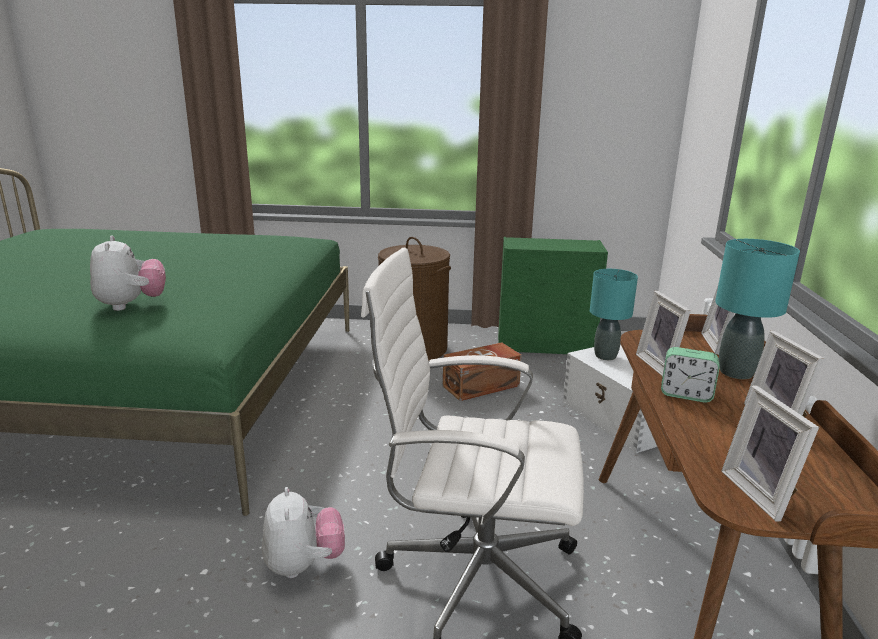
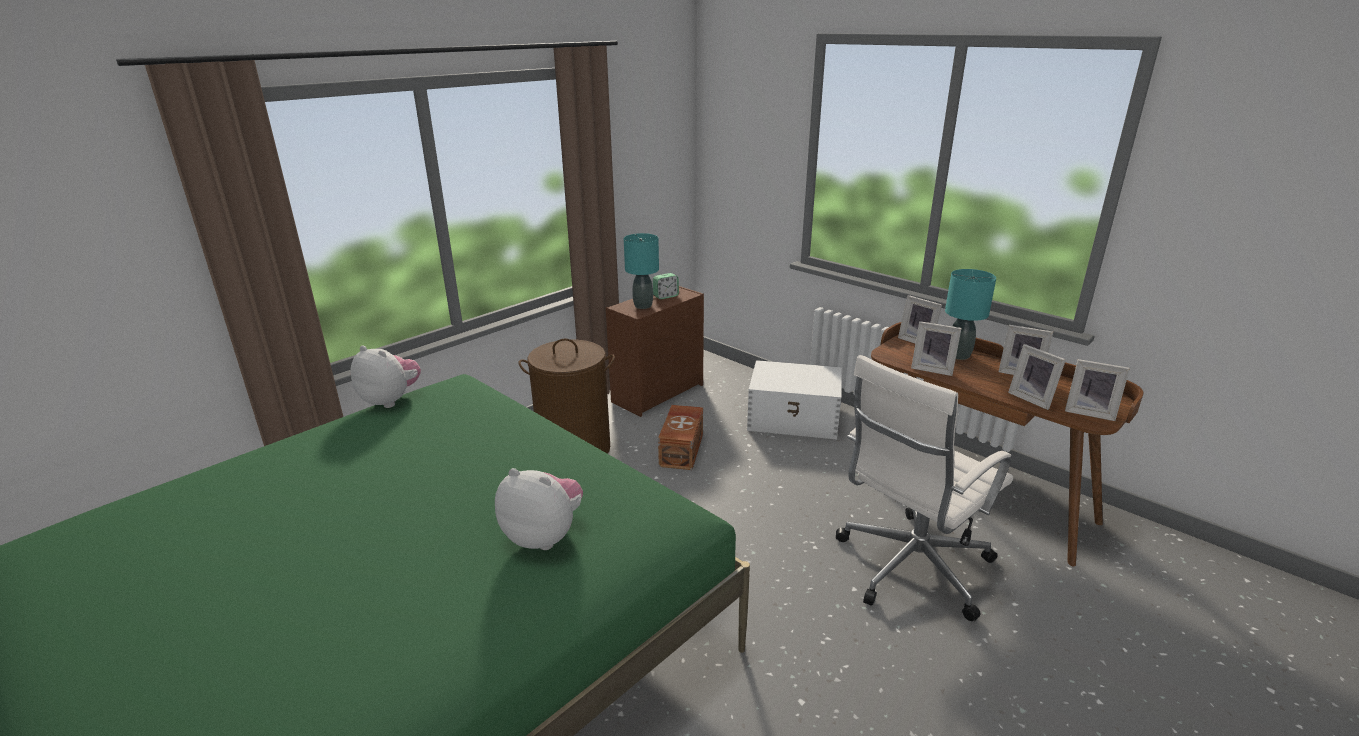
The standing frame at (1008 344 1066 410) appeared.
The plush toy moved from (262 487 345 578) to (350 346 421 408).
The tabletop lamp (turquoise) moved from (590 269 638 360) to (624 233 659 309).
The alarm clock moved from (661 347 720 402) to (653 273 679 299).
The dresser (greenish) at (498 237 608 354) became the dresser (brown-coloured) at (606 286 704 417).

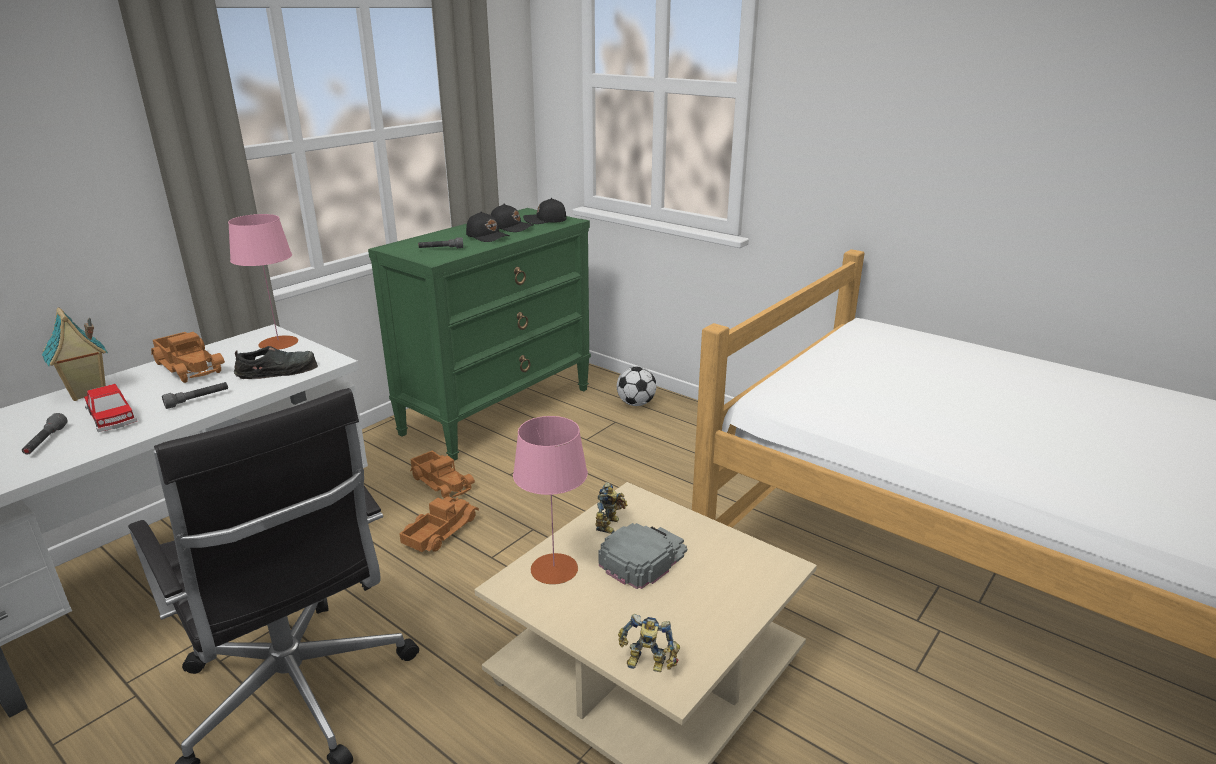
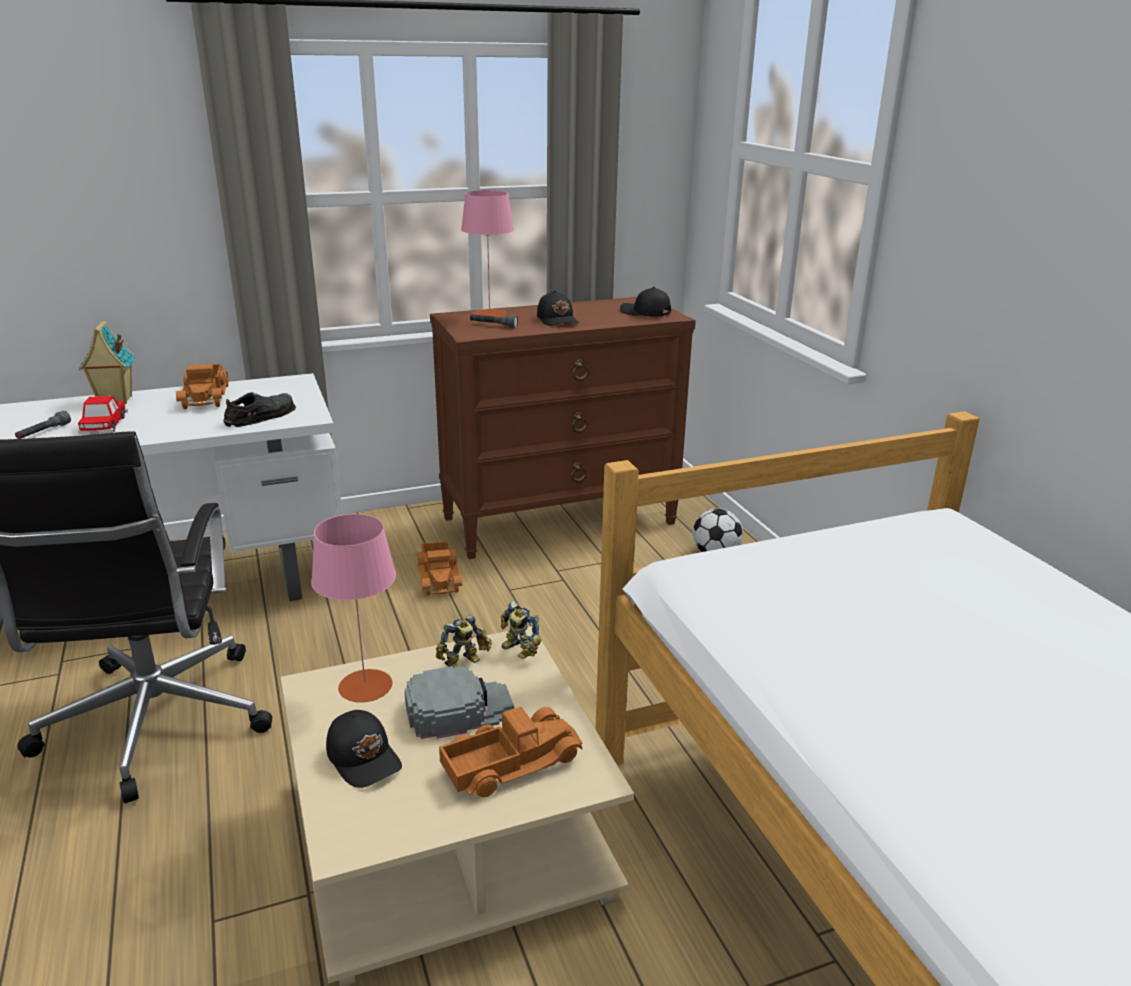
The flashlight (grey) at (162 382 228 409) disappeared.
The tabletop lamp (pink-coloured) moved from (228 214 298 350) to (461 190 514 317).
The model truck moved from (399 496 479 552) to (439 707 582 797).
The cap (black-coloured) moved from (491 204 534 232) to (326 710 402 788).
The robot figure moved from (618 614 680 672) to (501 601 542 659).
The dresser (greenish) at (368 208 591 461) became the dresser (brown-coloured) at (430 297 696 559).
The shoe (black-coloured) at (234 346 318 379) turned 60 degrees counterclockwise.

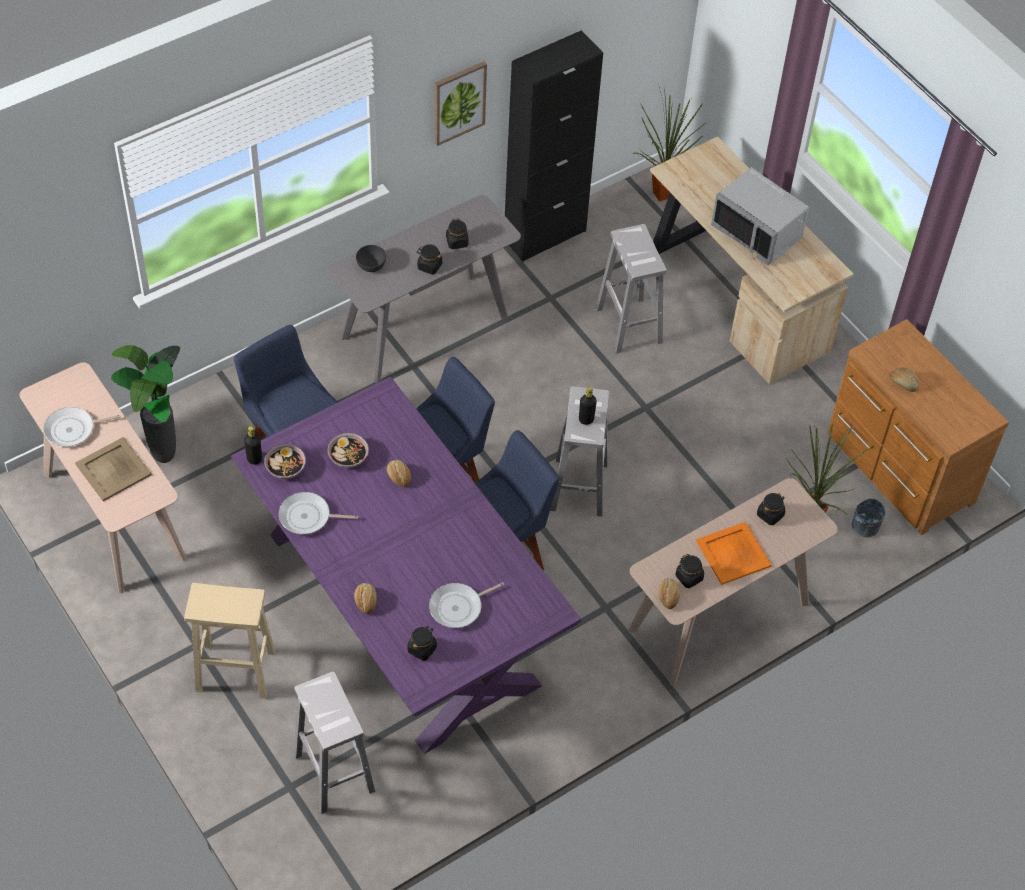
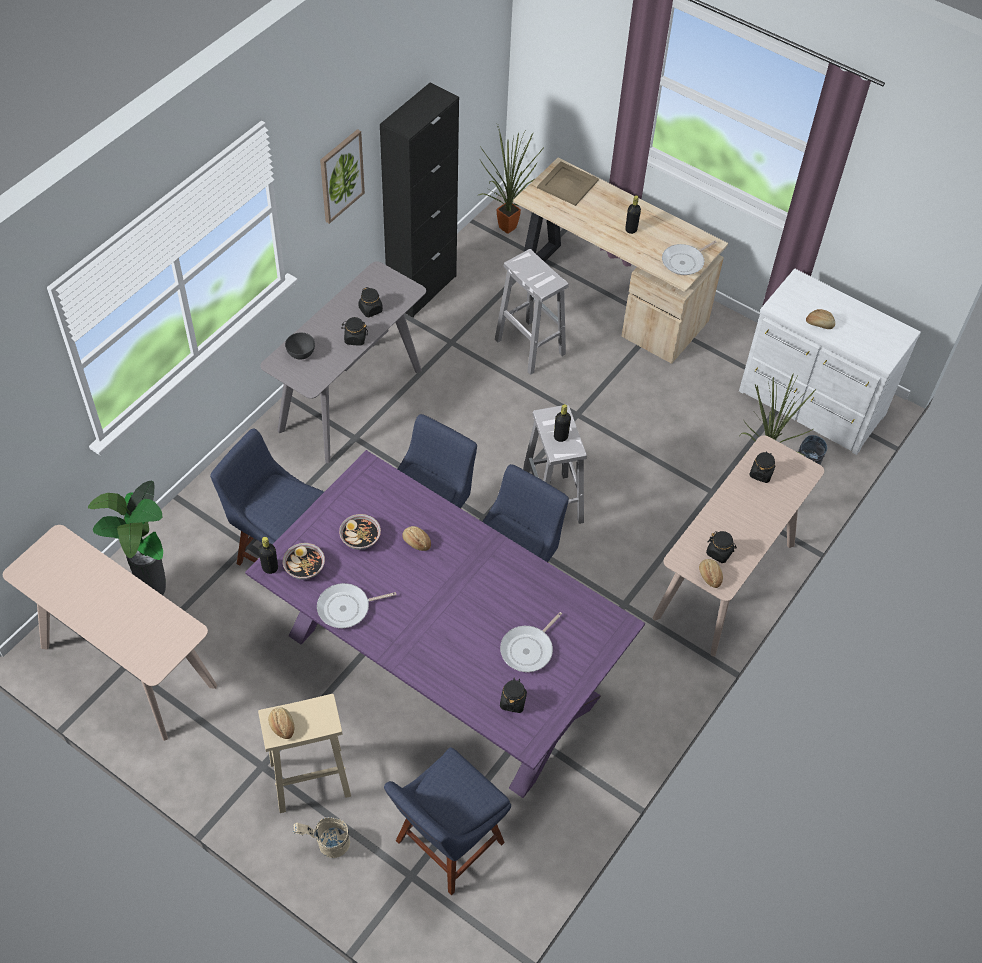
The serving tray (orangey) at (696 522 772 585) disappeared.
The pail (sand-coloured) at (293 817 350 858) appeared.
The frying pan moved from (43 407 121 447) to (662 241 716 275).
The serving tray (sand-coloured) moved from (75 437 152 501) to (537 161 599 206).
The baked bread moved from (354 583 377 614) to (268 707 294 739).
The sitting stool (white) at (294 671 375 814) was replaced by the plain chair (blue) at (384 747 511 895).
The microwave (grey) at (711 167 809 265) was replaced by the bottle (black-coloured) at (625 195 641 234).
The dresser (brown-coloured) at (827 319 1009 535) became the dresser (white) at (739 268 921 455).

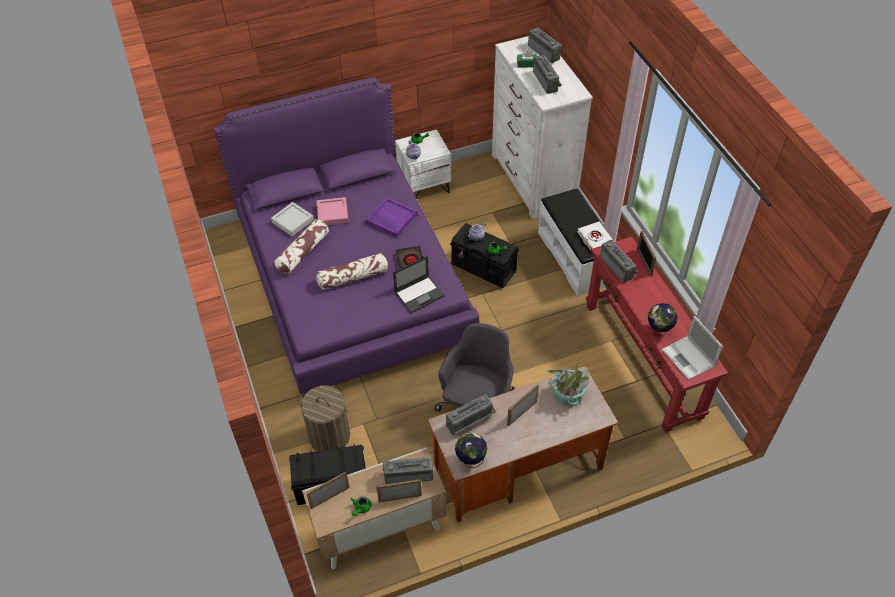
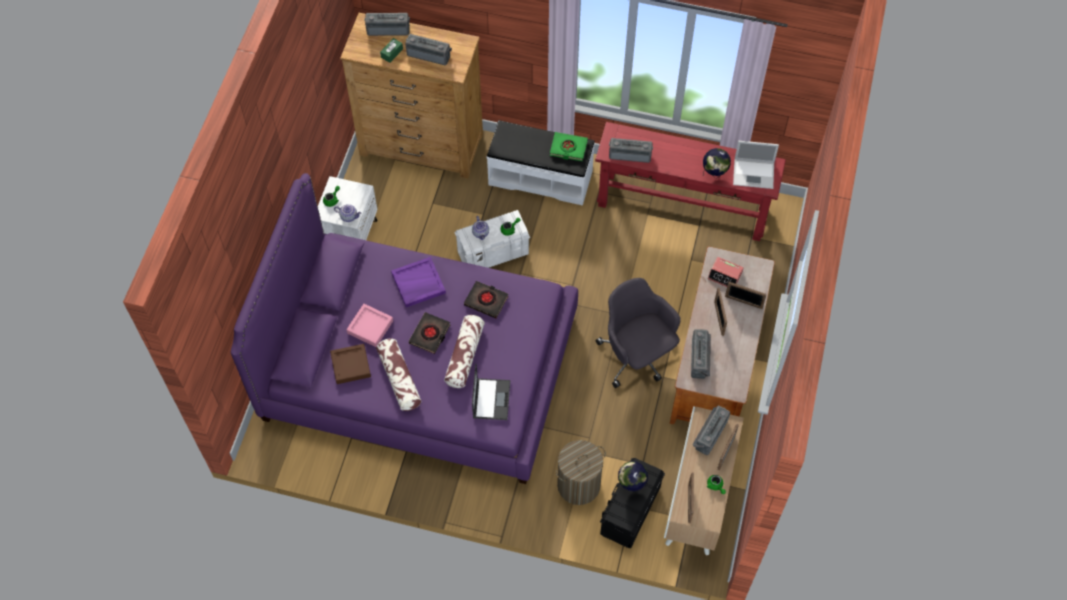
The book (black-coloured) at (409 312 451 354) appeared.
The notebook computer moved from (393 256 445 313) to (472 364 510 420).
The globe moved from (455 432 487 468) to (618 461 648 491).
The standing frame moved from (637 231 656 275) to (725 282 767 309).
The houseplant at (546 362 590 406) was replaced by the alarm clock at (708 257 744 287).
The serving tray (grey) at (271 202 314 236) became the serving tray (brown-coloured) at (330 344 371 384).
The storage bin (black-coloured) at (450 223 519 288) became the storage bin (white) at (454 210 530 268).
The dresser (white) at (492 36 593 219) became the dresser (brown-coloured) at (340 13 483 178).
The book (white) at (577 222 614 250) became the book (greenish) at (550 132 588 161).

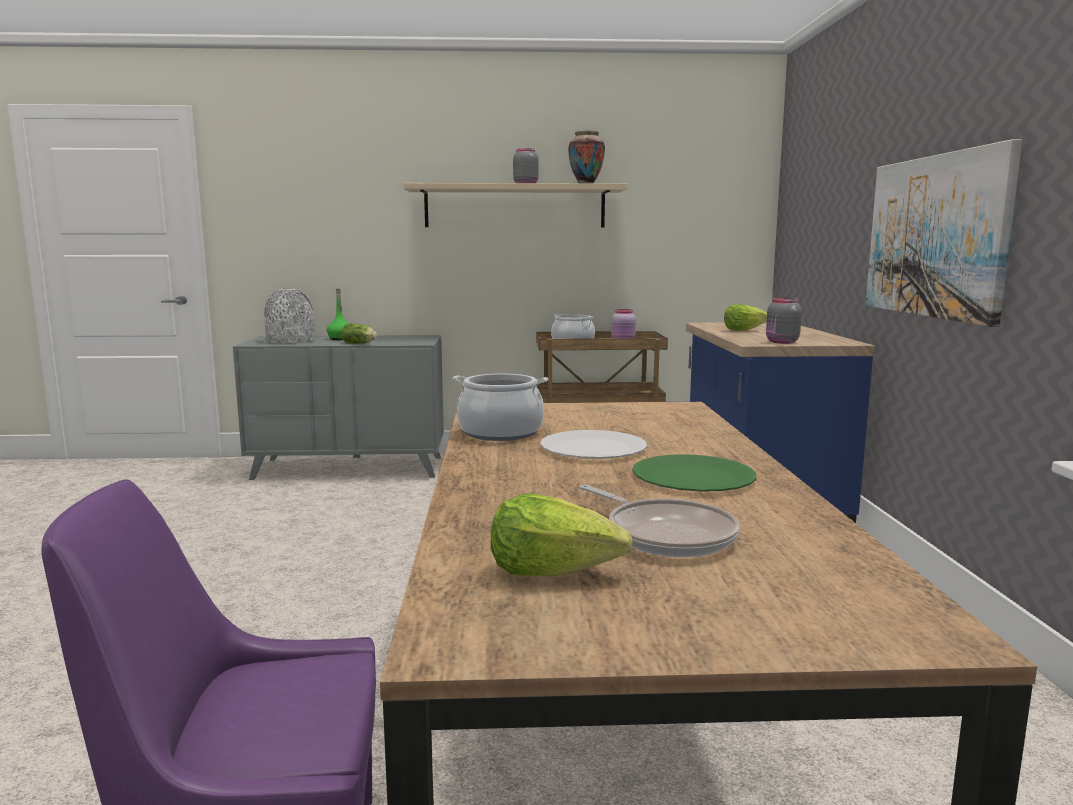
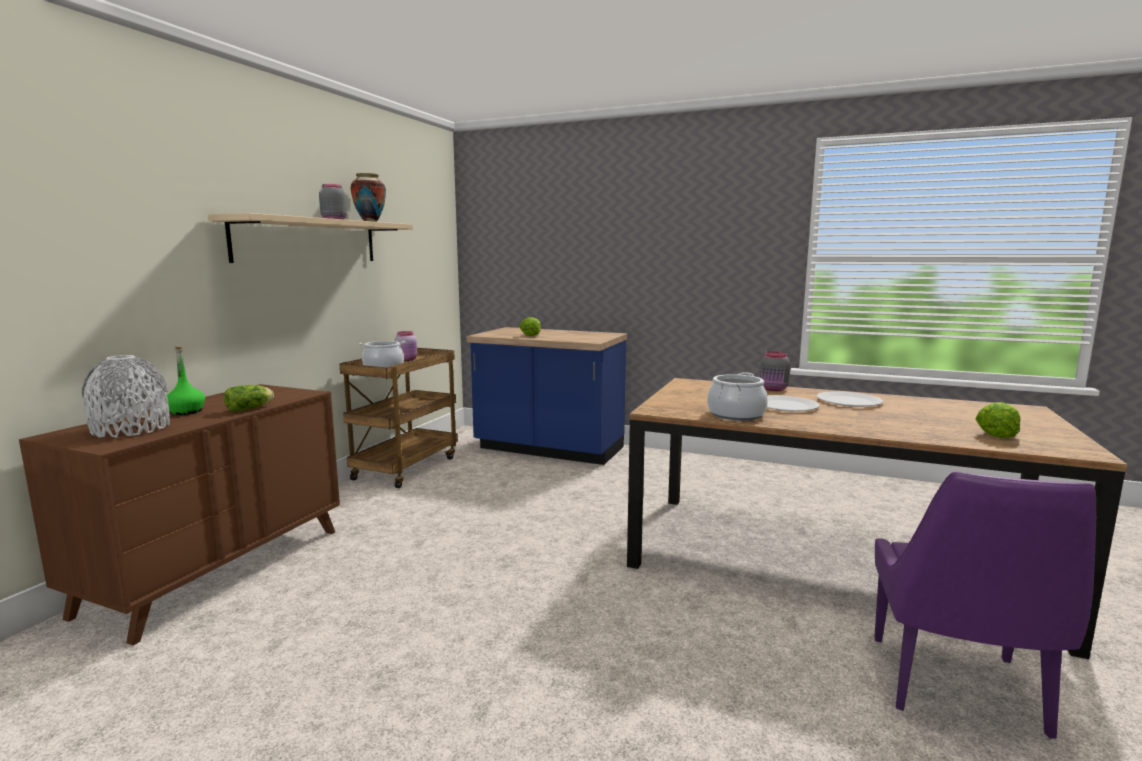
The frying pan at (579 485 740 557) disappeared.
The wall art at (865 139 1022 327) disappeared.
The storage jar (grey) moved from (766 297 802 344) to (760 351 790 391).
The dresser (grey) at (233 335 444 480) became the dresser (brown-coloured) at (19 384 340 645).
The dinner plate (greenish) at (632 454 756 492) became the dinner plate (white) at (817 391 883 407).

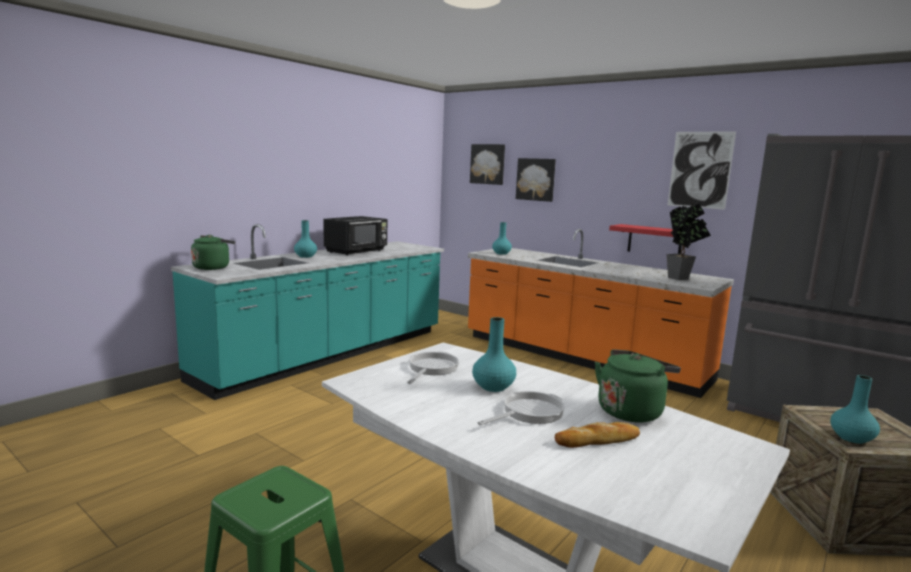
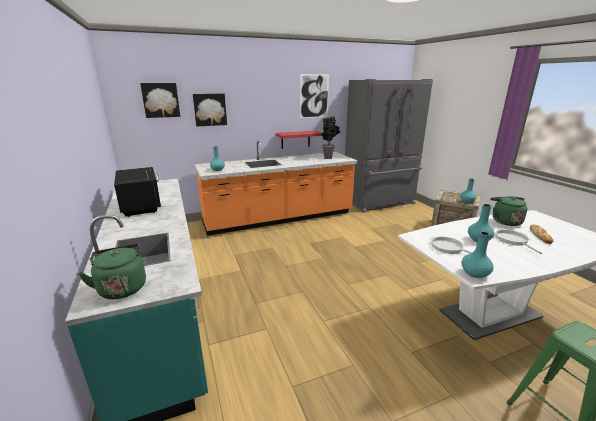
The flower vase (turquoise) moved from (294 220 317 258) to (462 232 494 278).

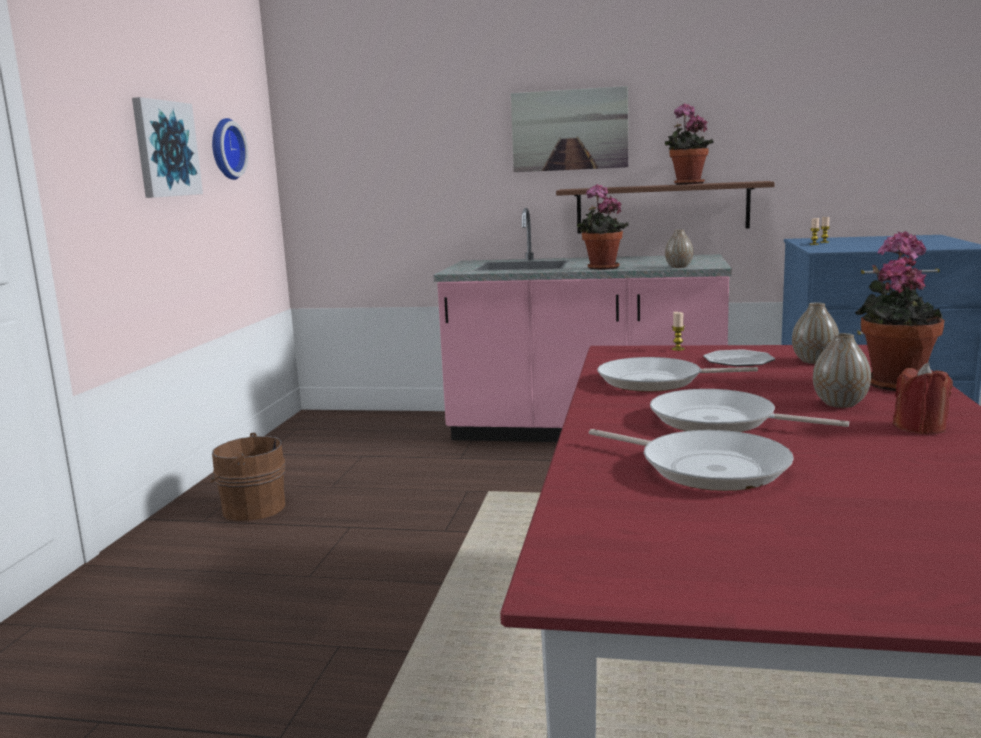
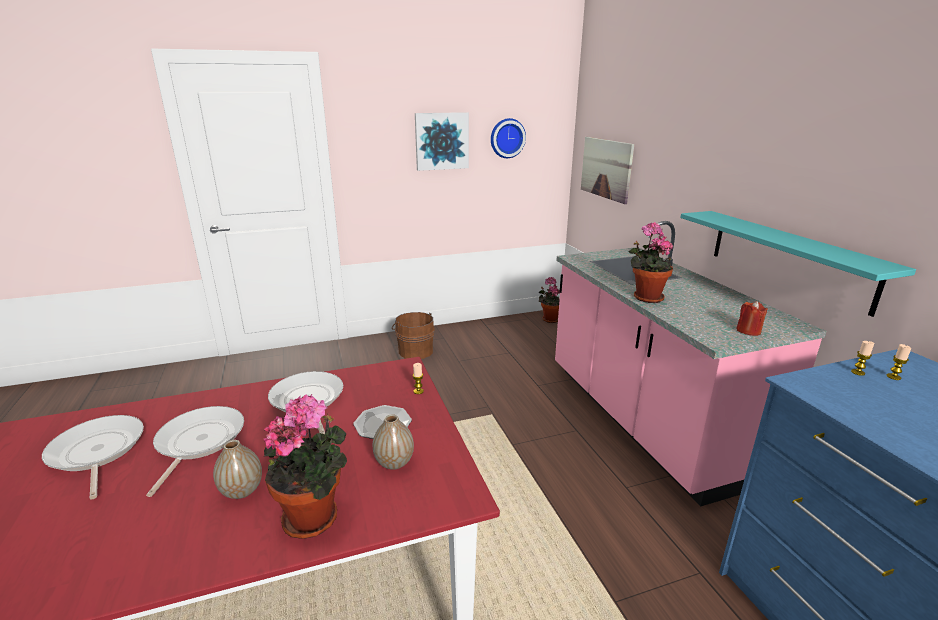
The flower vase at (665 229 693 268) disappeared.
The wall art moved from (511 86 628 172) to (581 137 634 204).
The houseplant moved from (665 104 714 185) to (539 277 560 323).
The wax light (red-coloured) moved from (893 363 953 434) to (736 301 768 336).
The bracket shelf (brown-coloured) at (556 181 775 234) became the bracket shelf (turquoise) at (680 211 916 317).
The frying pan at (589 429 794 491) turned 135 degrees clockwise.

